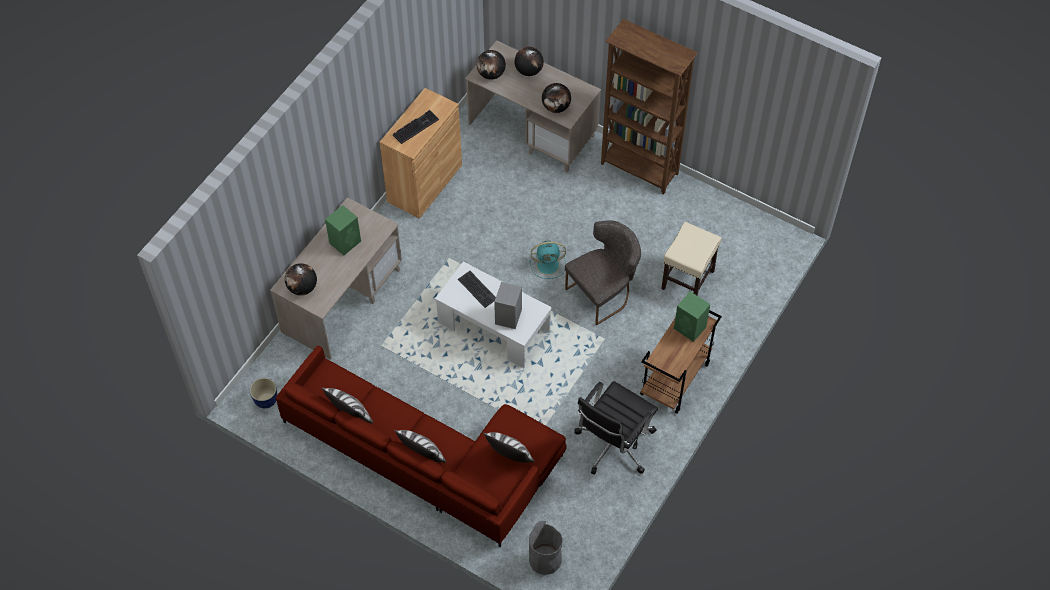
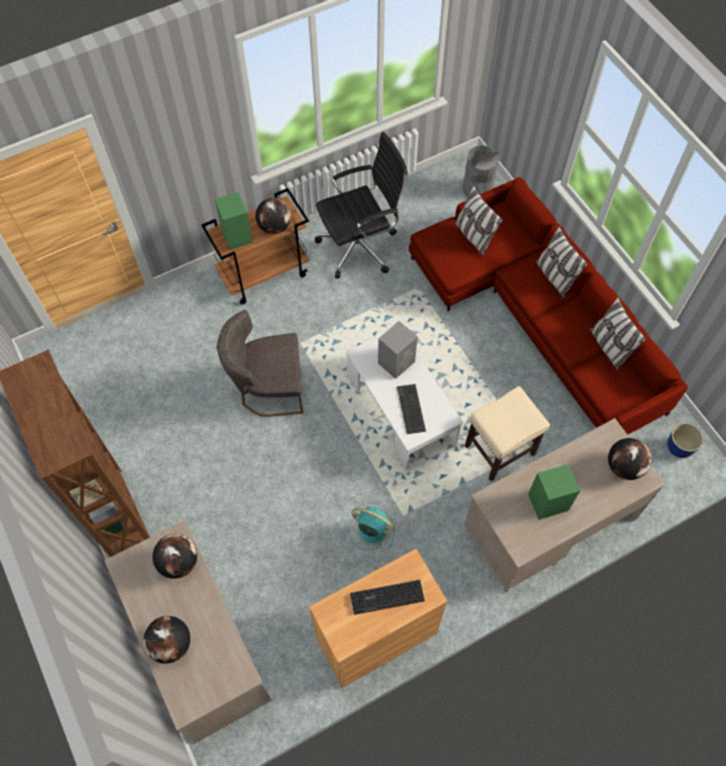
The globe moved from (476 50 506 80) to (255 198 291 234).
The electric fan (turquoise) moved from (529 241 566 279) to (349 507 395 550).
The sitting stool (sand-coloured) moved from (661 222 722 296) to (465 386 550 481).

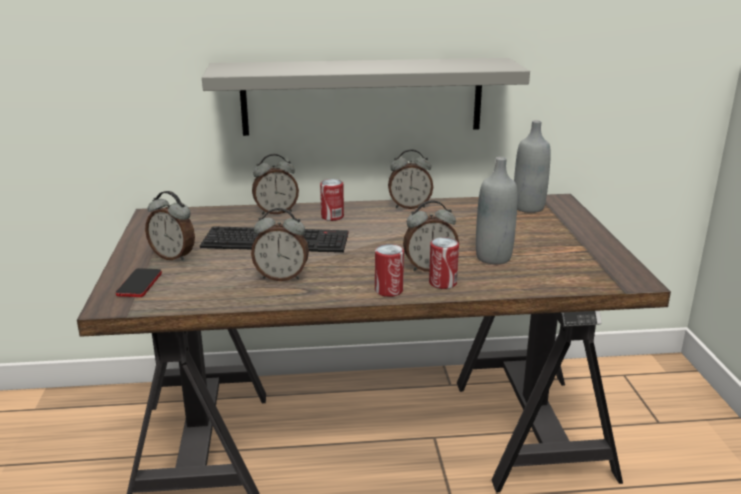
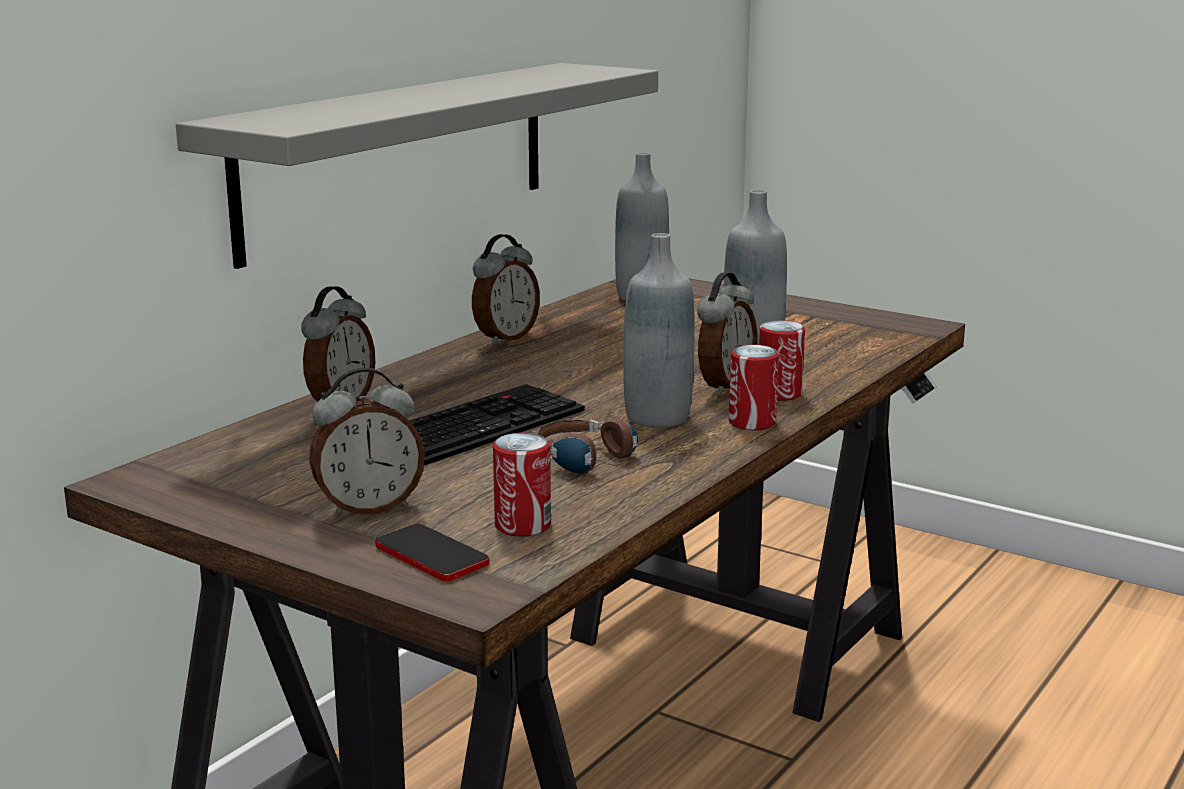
The bottle (grey) at (623 233 695 428) appeared.
The sealed can moved from (320 179 344 221) to (493 433 551 537).
The alarm clock at (251 208 309 281) was replaced by the pair of headphones at (537 419 638 474).

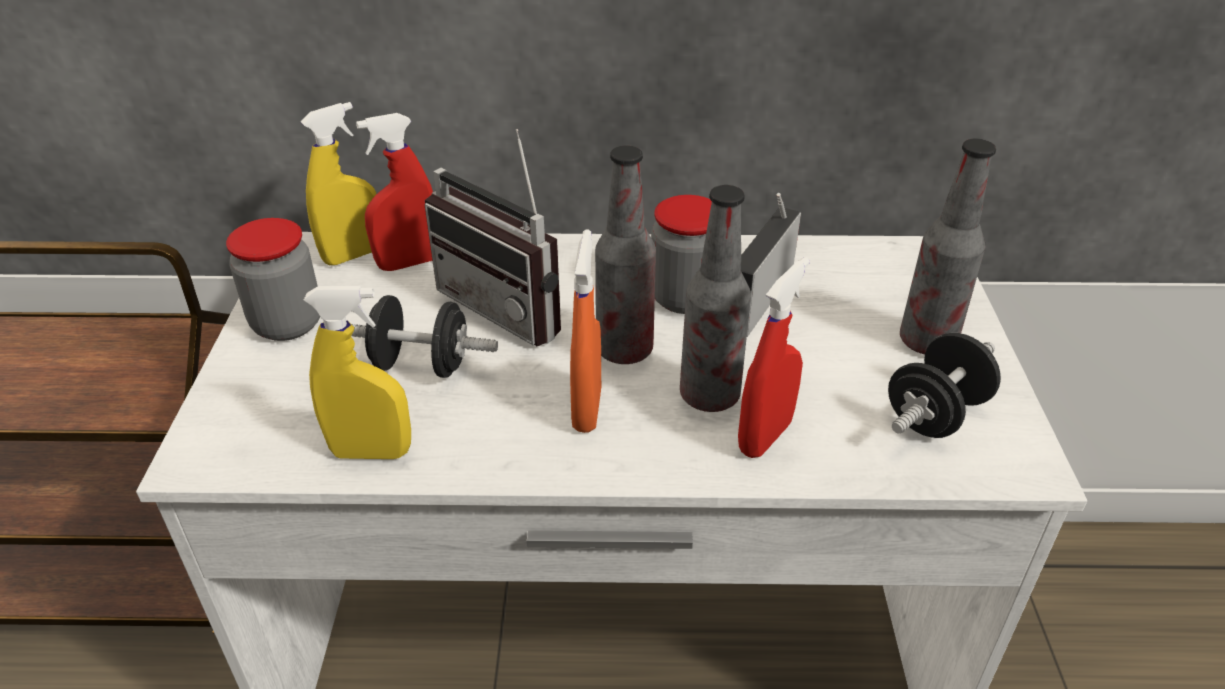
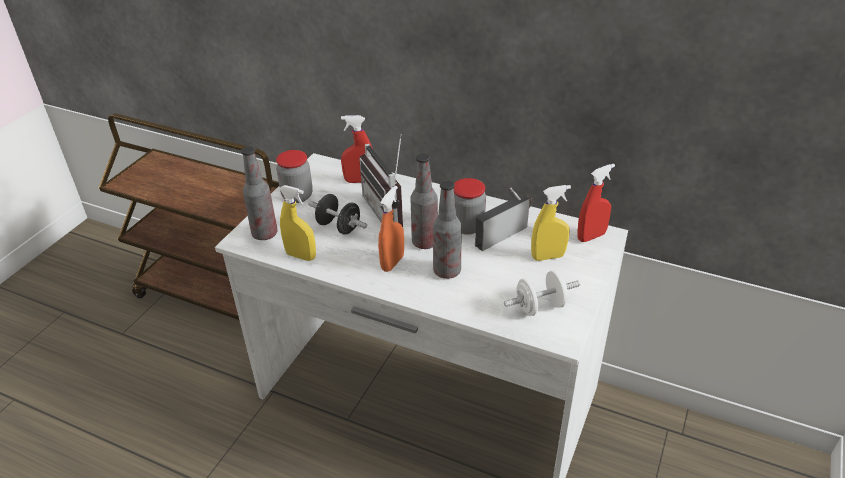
The spray bottle (yellowish) moved from (301 102 376 265) to (531 185 571 261).
The spray bottle (red-coloured) moved from (738 257 810 458) to (577 164 615 242).
The bottle moved from (900 139 996 355) to (241 146 278 240).
The hand weight (black-coloured) at (888 333 1001 438) became the hand weight (white) at (504 271 580 316).

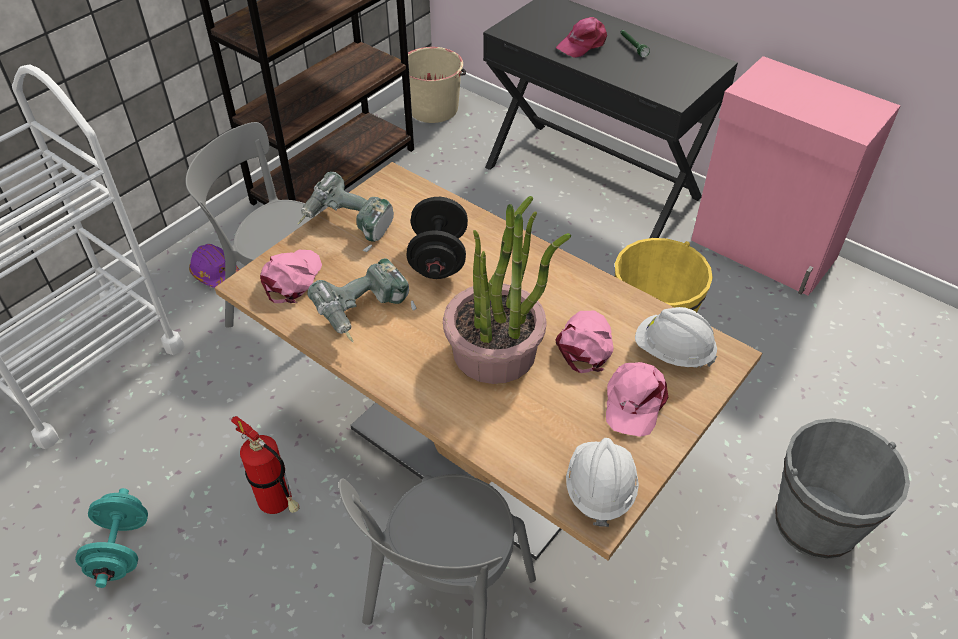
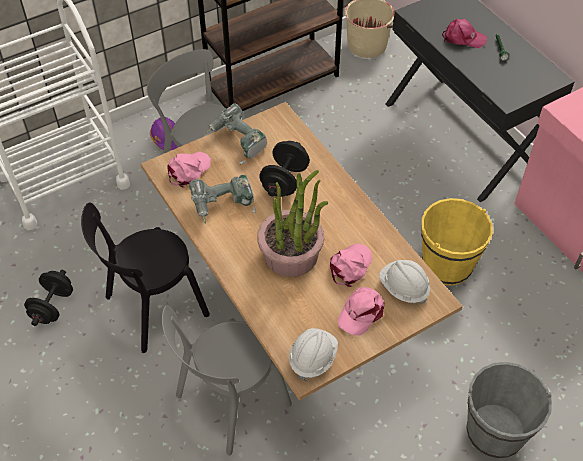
The extinguisher at (231 416 300 514) was replaced by the plain chair (black-coloured) at (81 202 210 353).
The hand weight (turquoise) at (75 488 148 588) became the hand weight (black-coloured) at (24 270 73 326).
The cap (pink-coloured) at (556 17 607 58) turned 150 degrees counterclockwise.

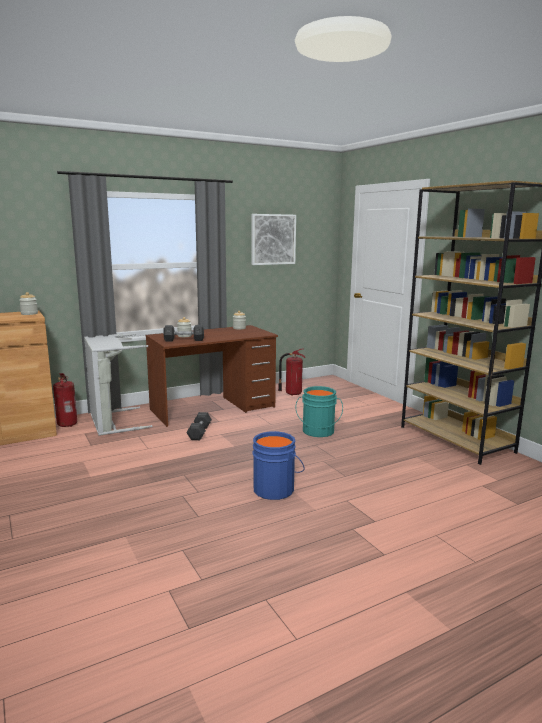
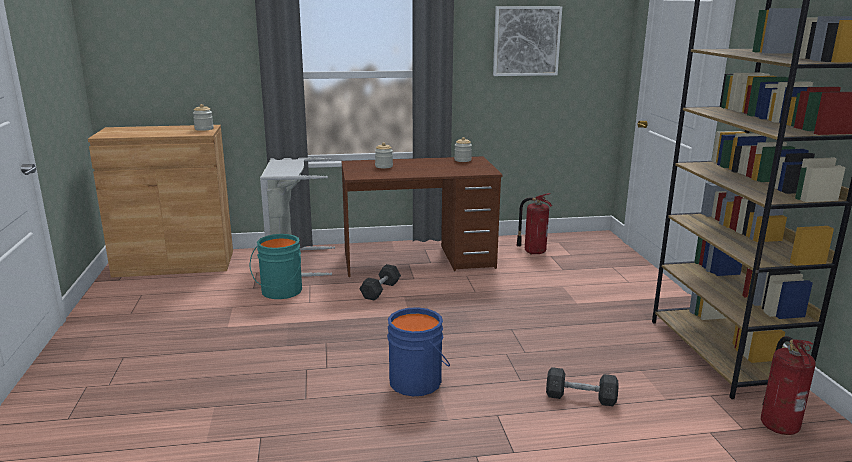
The extinguisher moved from (53 373 77 427) to (761 336 816 435).
The hand weight (grey) moved from (164 325 204 341) to (546 367 619 406).
The pail (turquoise) moved from (296 386 343 437) to (250 234 302 299).

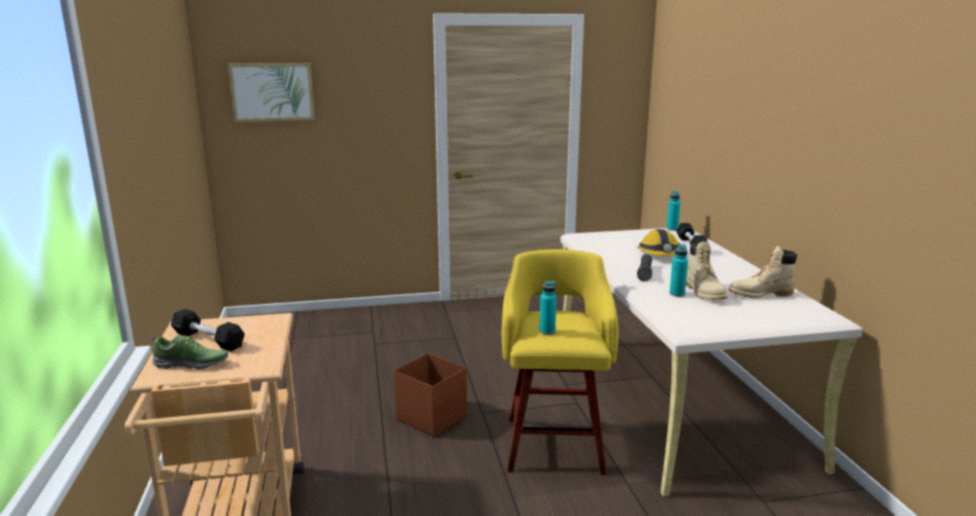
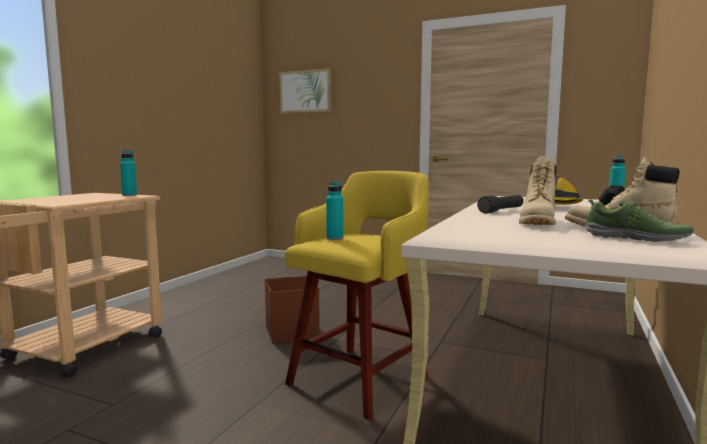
The hand weight (black-coloured) at (171 309 245 351) disappeared.
The shoe moved from (150 335 228 370) to (585 199 694 242).
The bottle (turquoise) moved from (669 244 688 297) to (120 150 137 196).

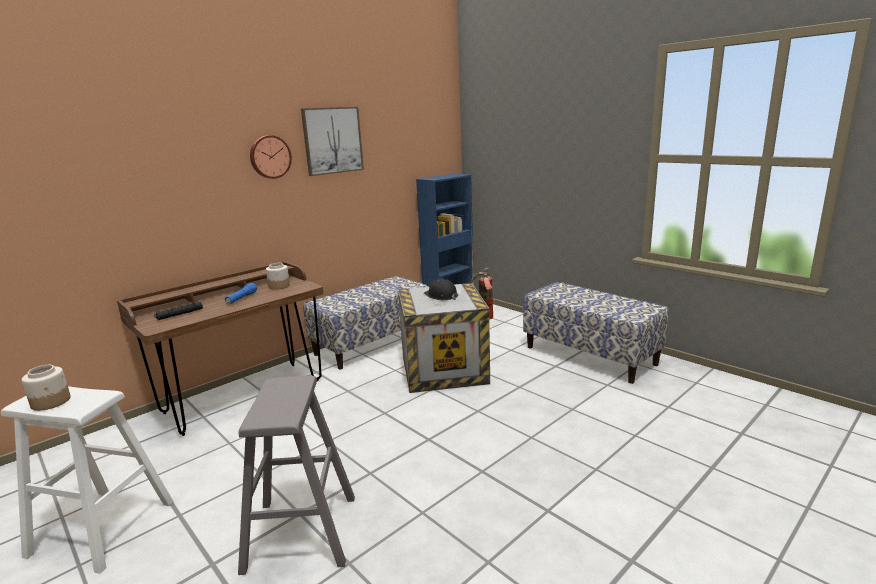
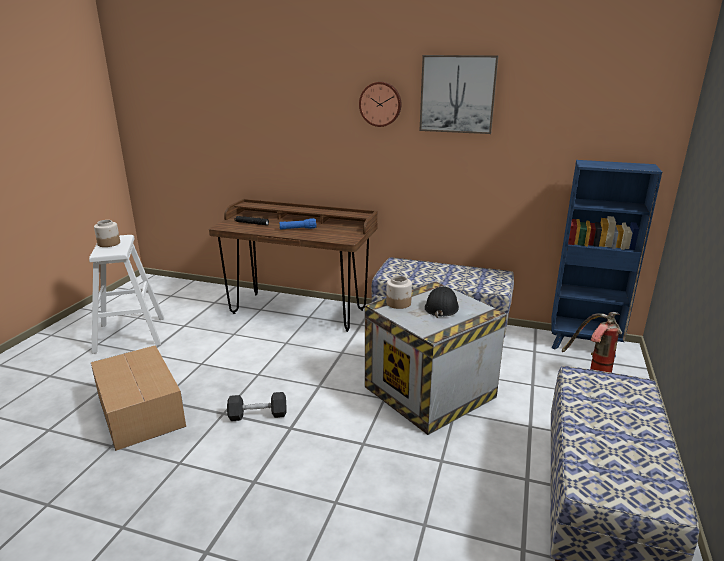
The hand weight (grey) at (227 392 287 421) appeared.
The storage jar moved from (266 263 290 290) to (386 276 412 309).
The sitting stool (grey) at (238 376 355 575) was replaced by the carton at (91 345 186 451).

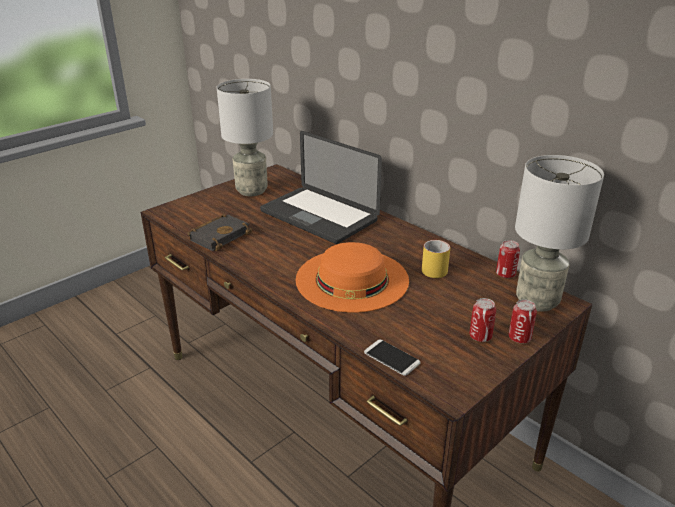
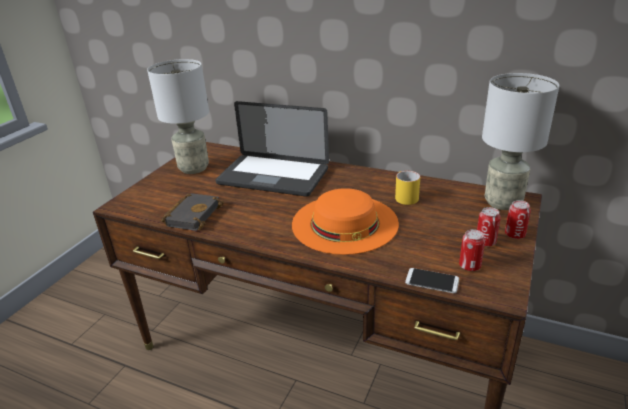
The sealed can moved from (496 240 520 278) to (459 229 485 271).

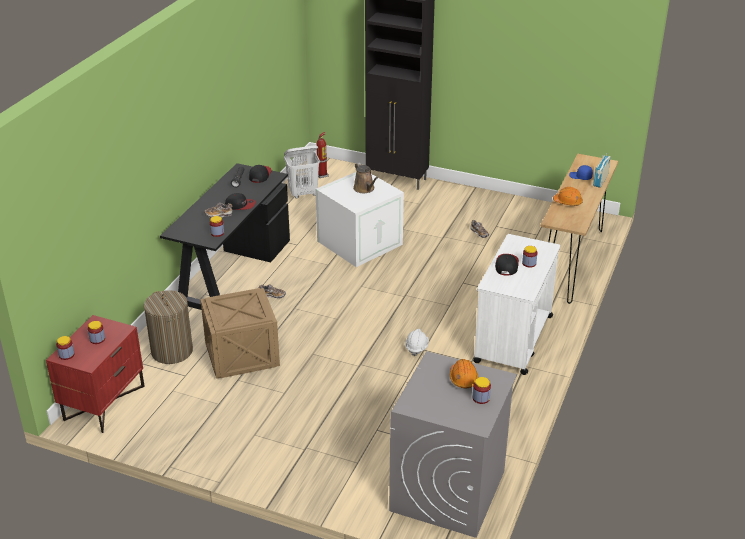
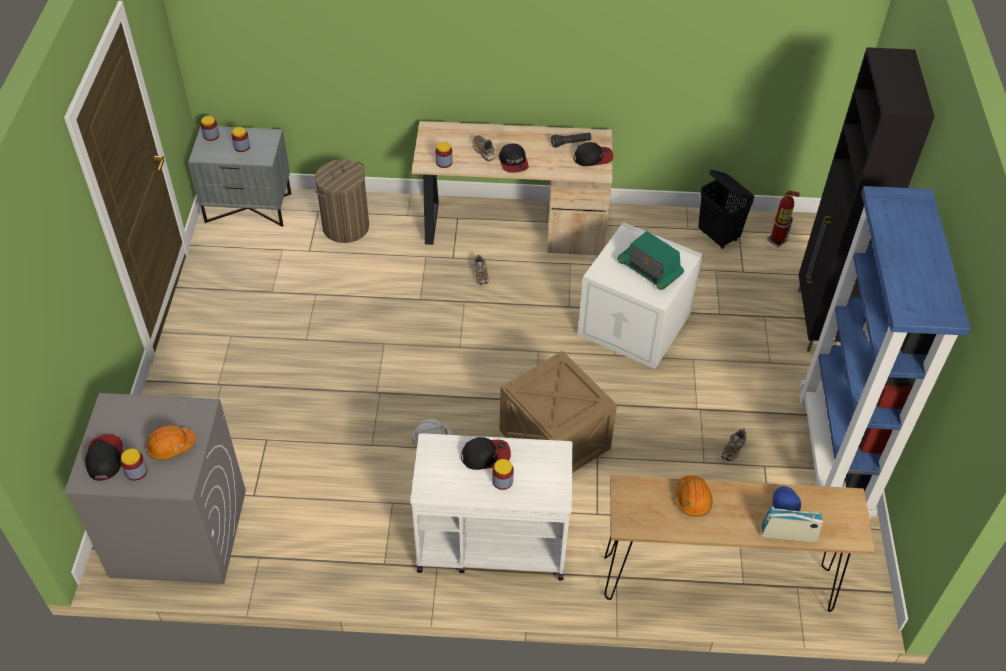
The cap at (85 435 123 481) appeared.
The bookcase (blue) at (799 186 970 520) appeared.
The shipping crate moved from (200 288 280 379) to (500 351 617 473).
The sprinkling can (brown-coloured) at (353 163 378 193) was replaced by the radio receiver at (617 231 684 290).
The night table (red-coloured) at (46 315 145 433) became the night table (grey) at (188 126 291 227).
The desk (black-coloured) at (160 163 290 310) became the desk (sand-coloured) at (412 121 612 255).
The hamper (white) at (284 145 320 199) became the hamper (black-coloured) at (698 170 754 249).

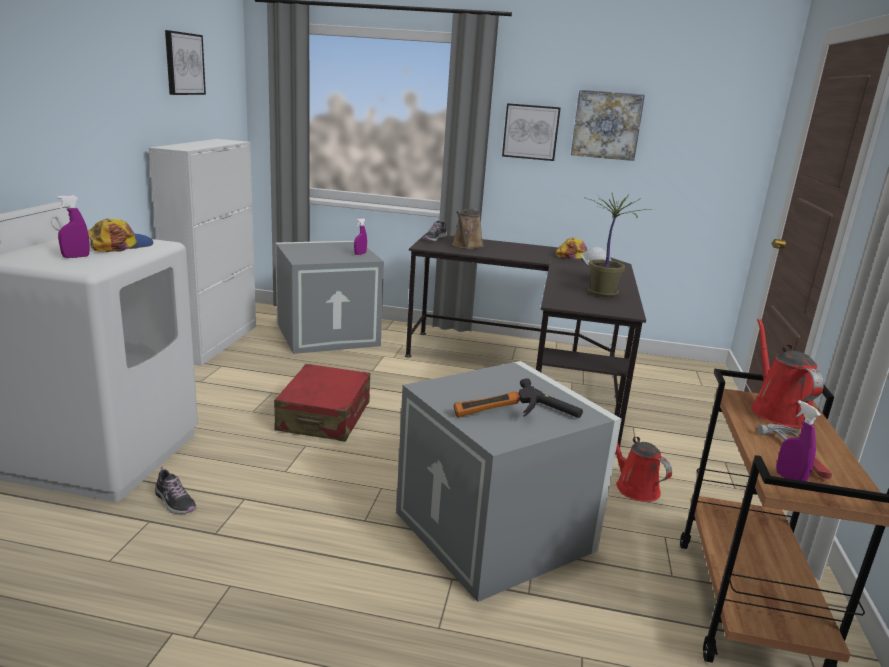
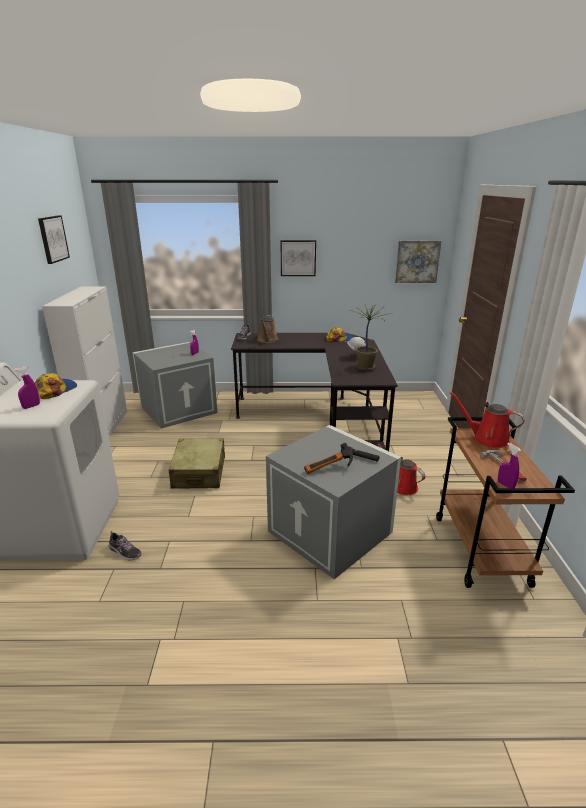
The wall art moved from (571 90 645 161) to (395 240 441 283).
The piece of luggage (red-coloured) at (274 364 370 442) became the piece of luggage (sand-coloured) at (169 438 225 489).
The sprinkling can (red-coloured) at (751 318 824 428) turned 45 degrees counterclockwise.

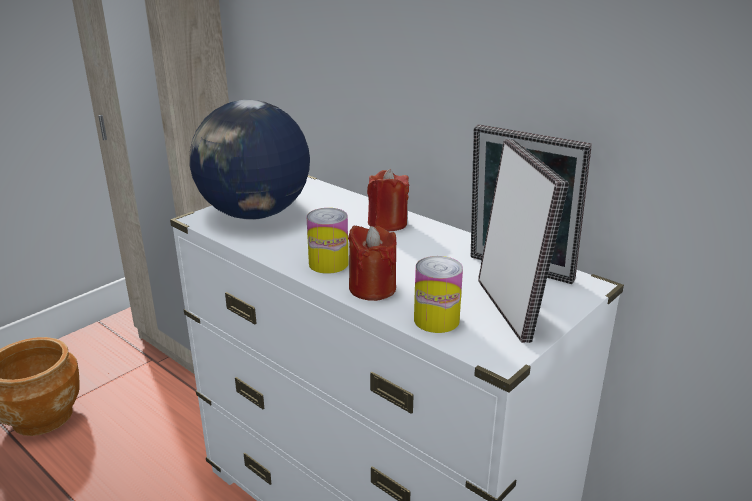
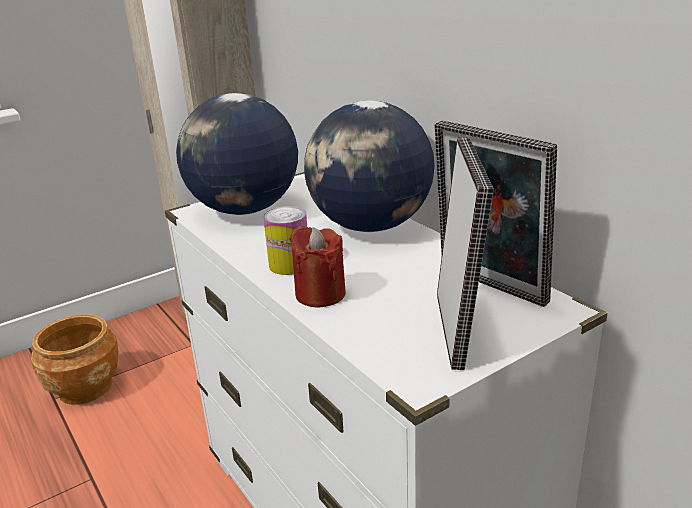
The sealed can at (414 256 463 333) disappeared.
The wax light (red-coloured) at (367 169 409 231) was replaced by the globe at (304 101 435 232).

